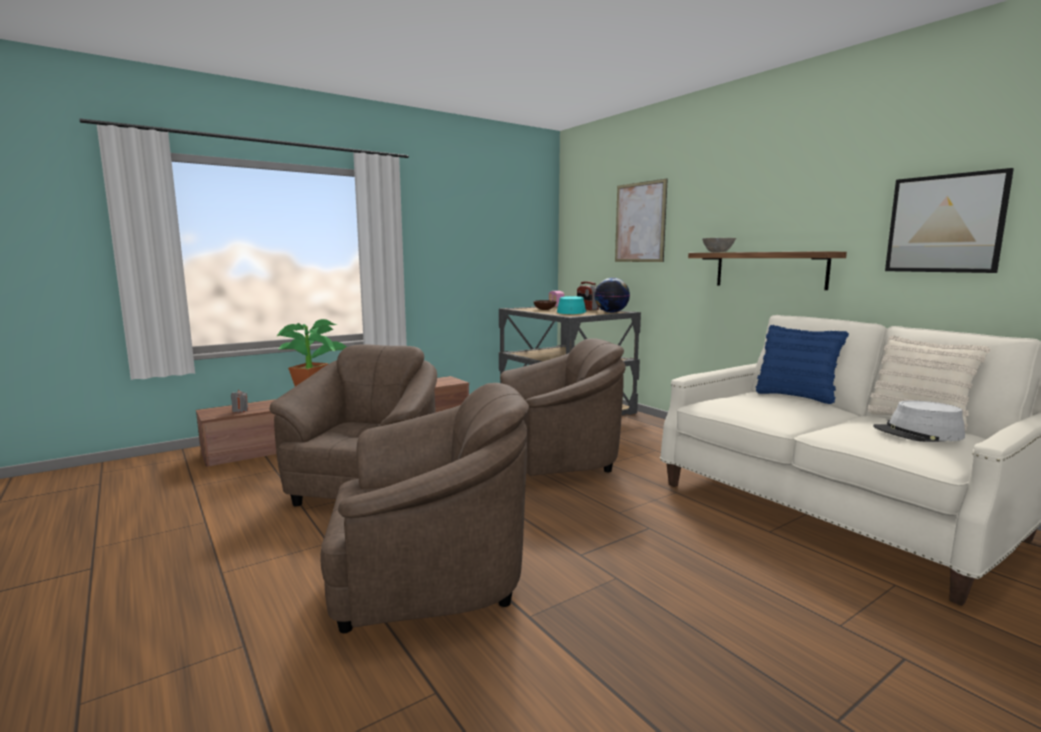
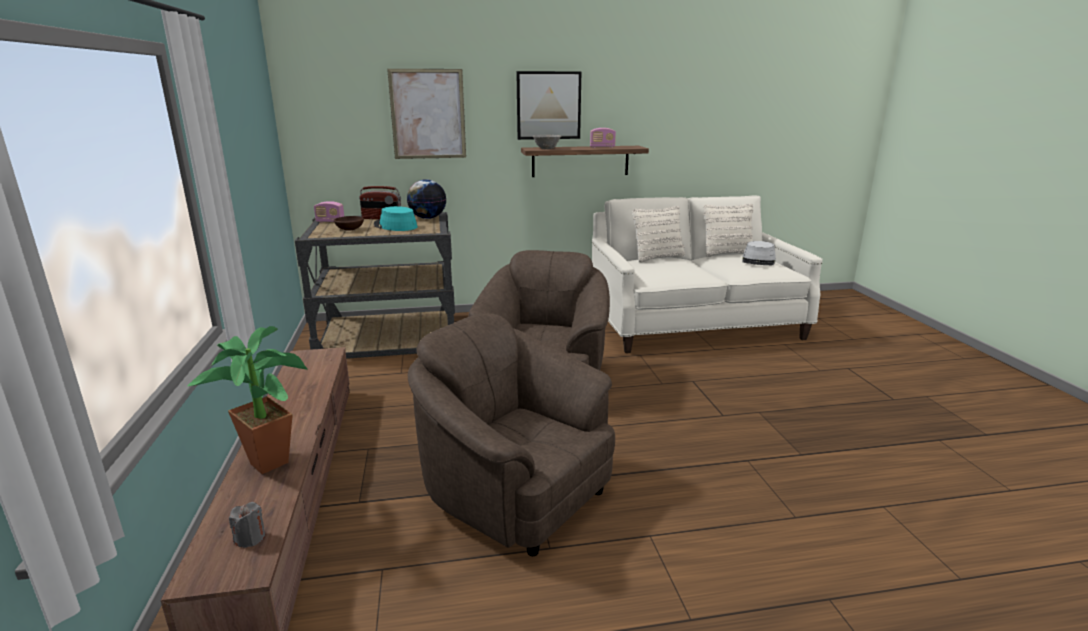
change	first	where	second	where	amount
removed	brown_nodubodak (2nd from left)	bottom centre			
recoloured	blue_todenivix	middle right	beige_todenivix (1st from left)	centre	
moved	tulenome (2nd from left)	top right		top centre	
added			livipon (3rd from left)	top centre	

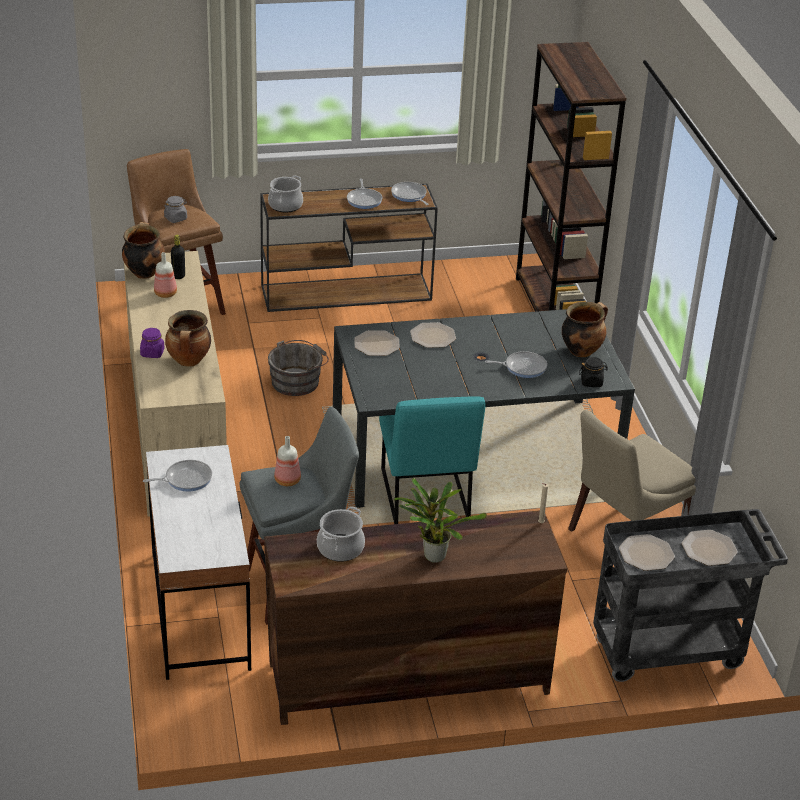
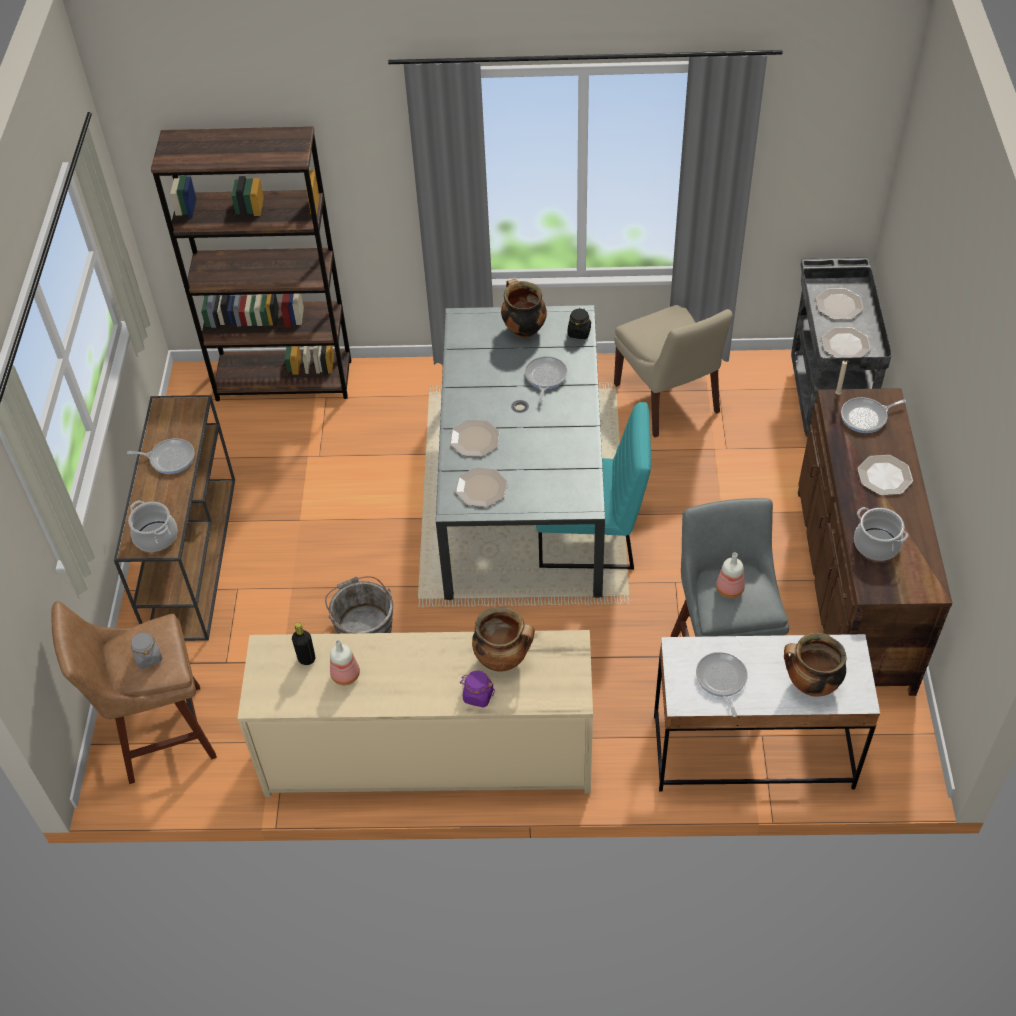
change	first	where	second	where	amount
moved	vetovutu (1st from left in the first image)	top left	vetovutu (4th from left)	middle right	
moved	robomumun (3rd from left in the first image)	top centre	robomumun (4th from left)	middle right	
replaced	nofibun	centre	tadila (5th from left)	middle right	

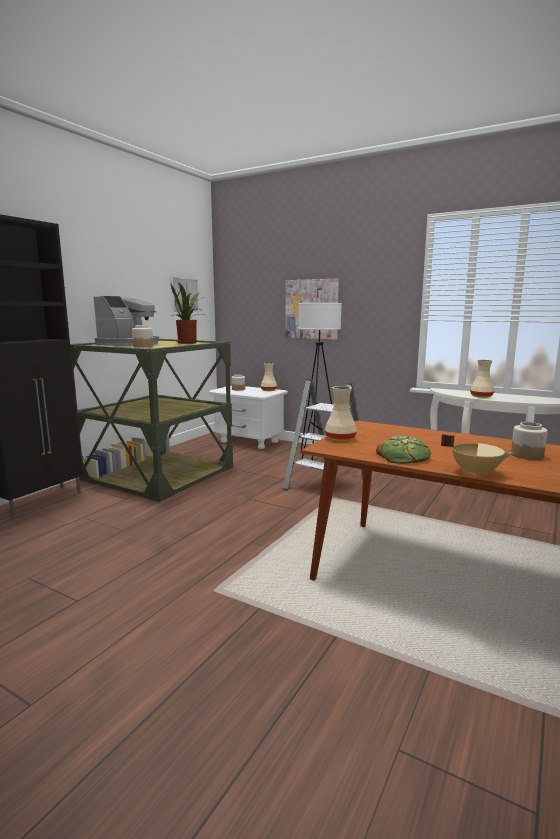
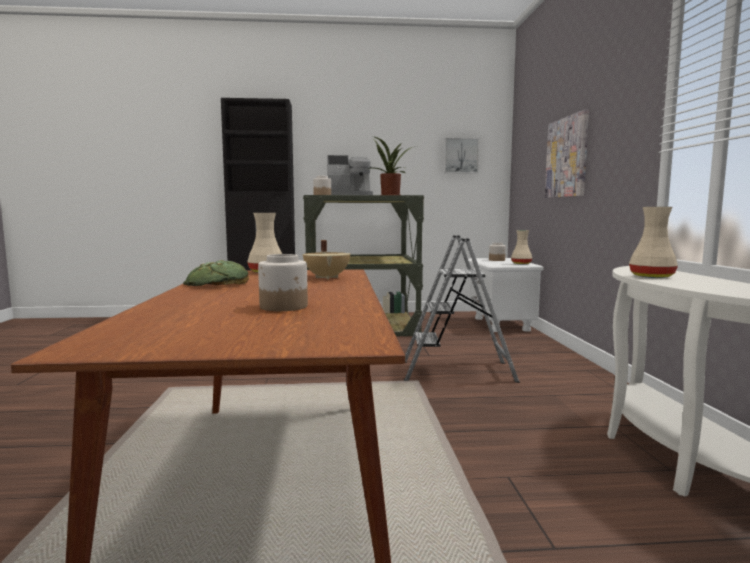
change	first	where	second	where	amount
removed	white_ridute	centre			
moved	beige_vetovutu	middle right		centre	

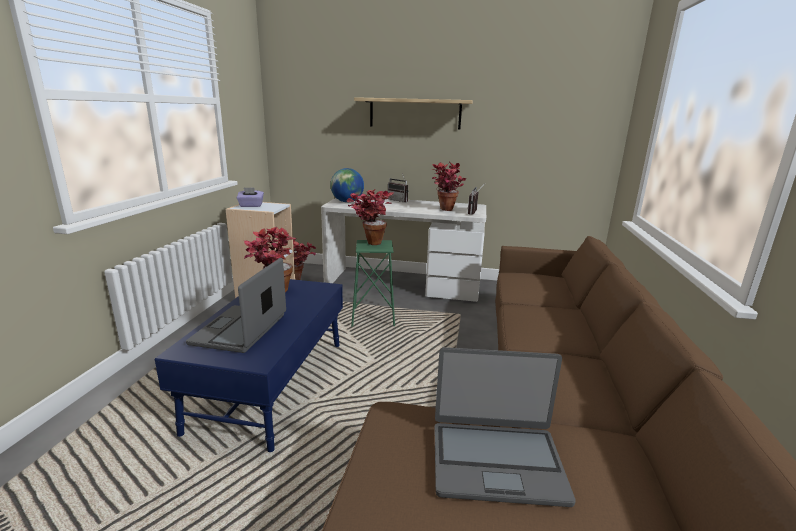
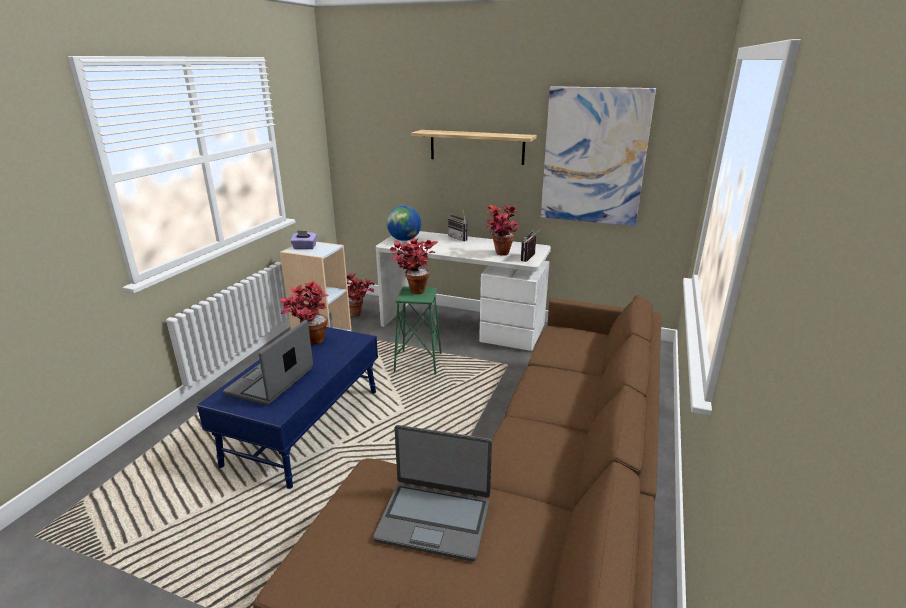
change	first	where	second	where	amount
added			tulenome	top centre	

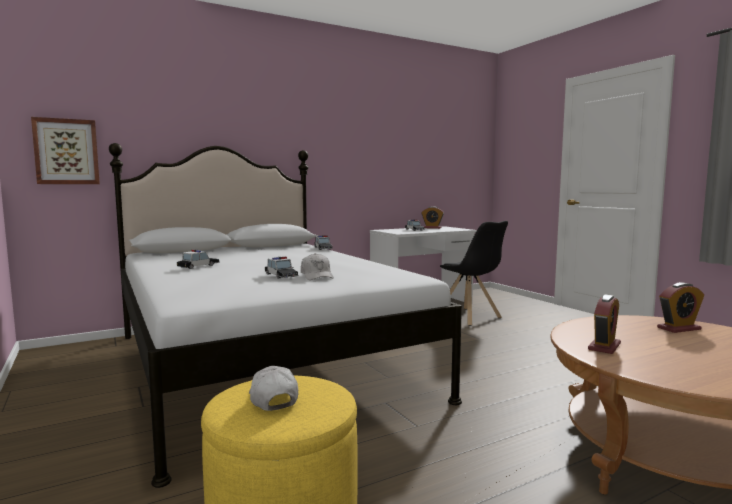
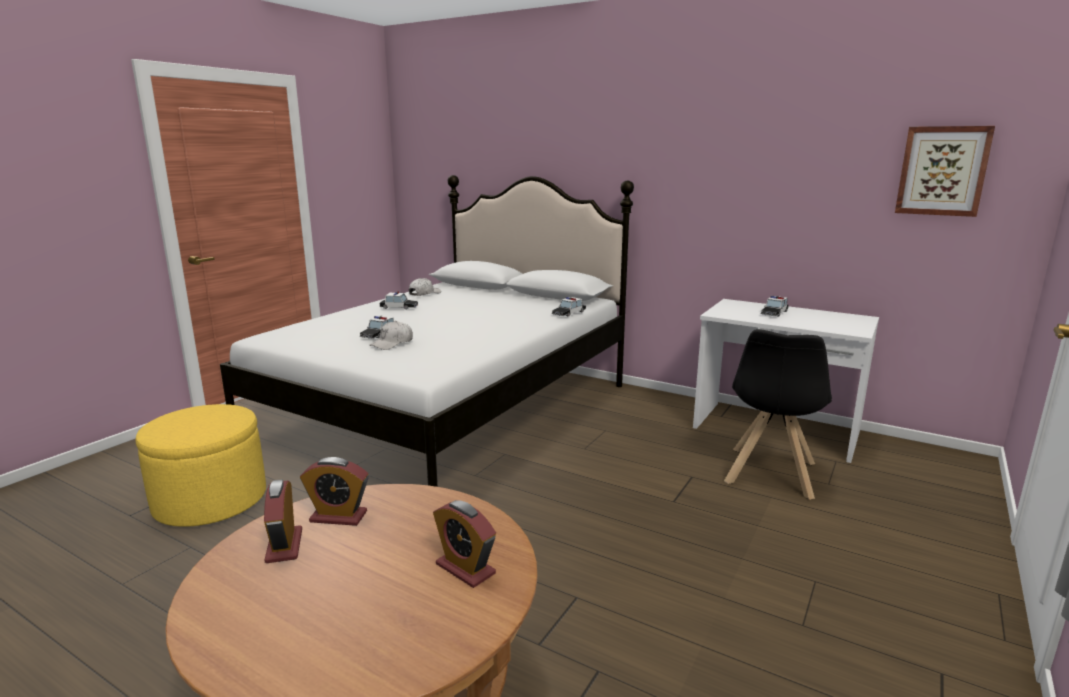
change	first	where	second	where	amount
moved	tulenome	top left		top right	
moved	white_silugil (1st from left in the first image)	bottom centre	white_silugil (2nd from left)	centre	
moved	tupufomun (1st from left)	centre		bottom left	

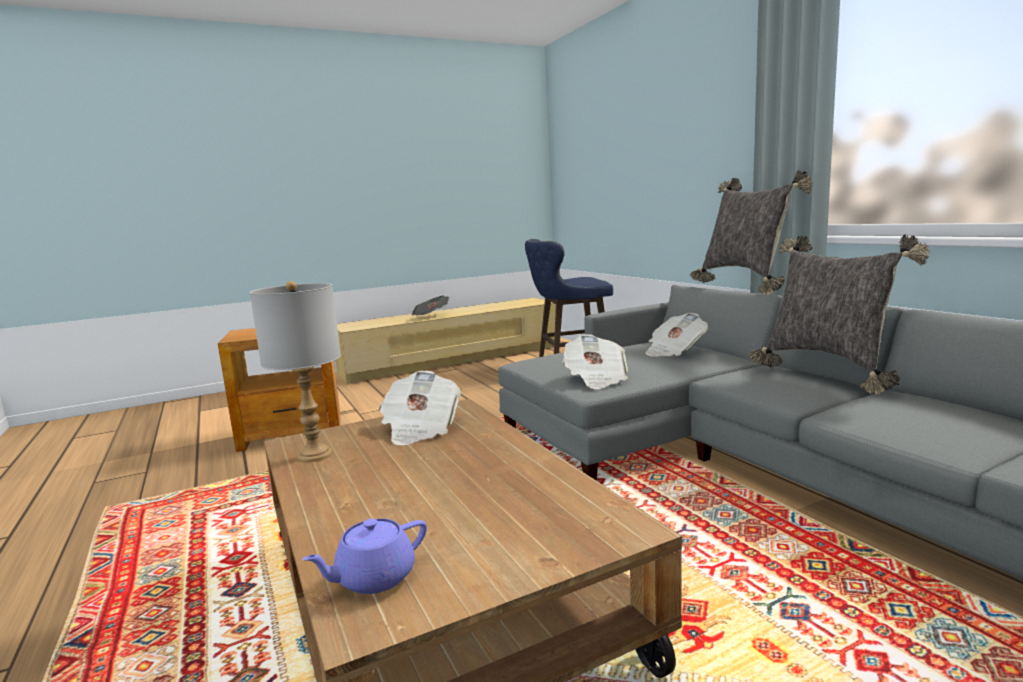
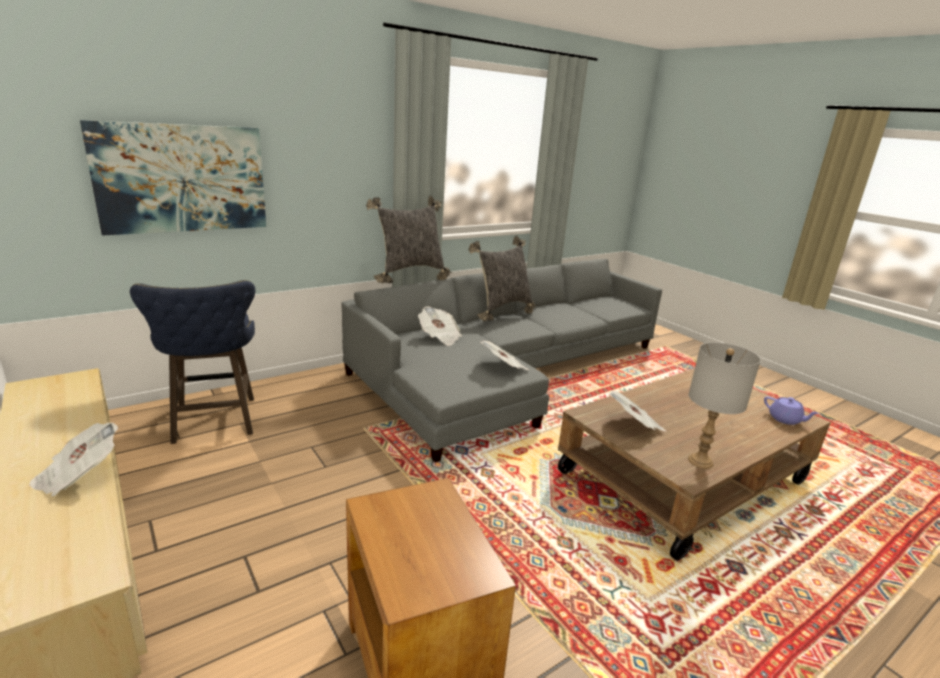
change	first	where	second	where	amount
added			tulenome	top left	

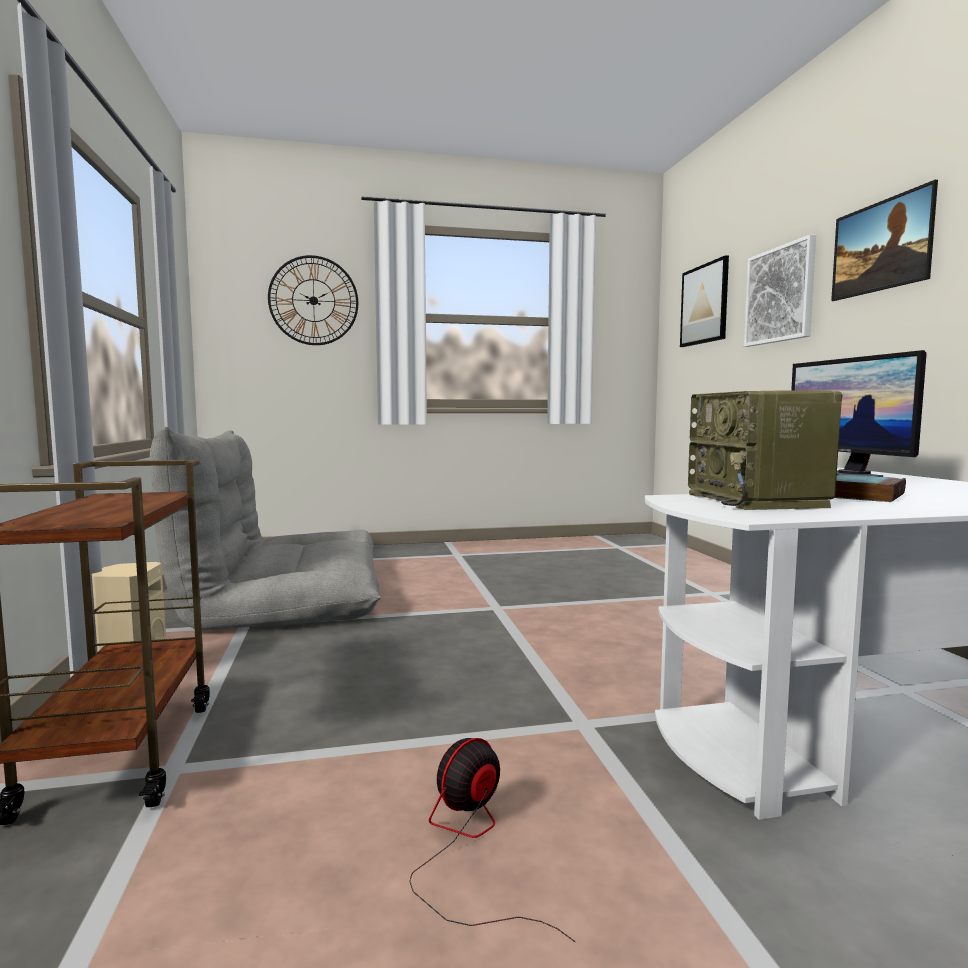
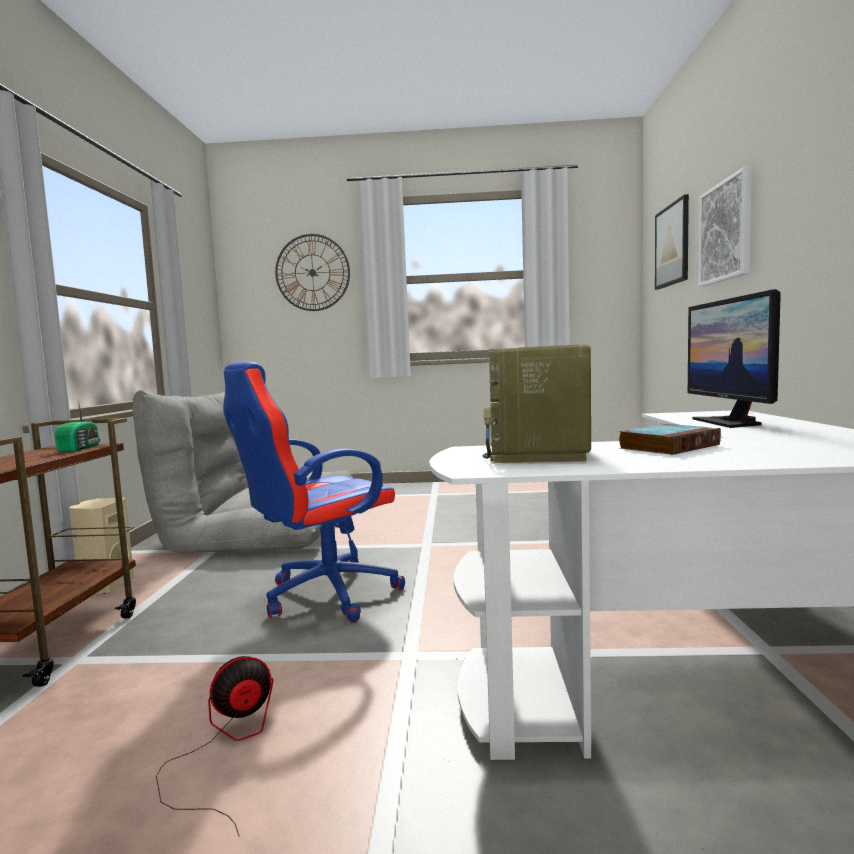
change	first	where	second	where	amount
removed	tulenome (3rd from left)	top right			
added			livipon (1st from left)	middle left	
added			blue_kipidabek	centre	

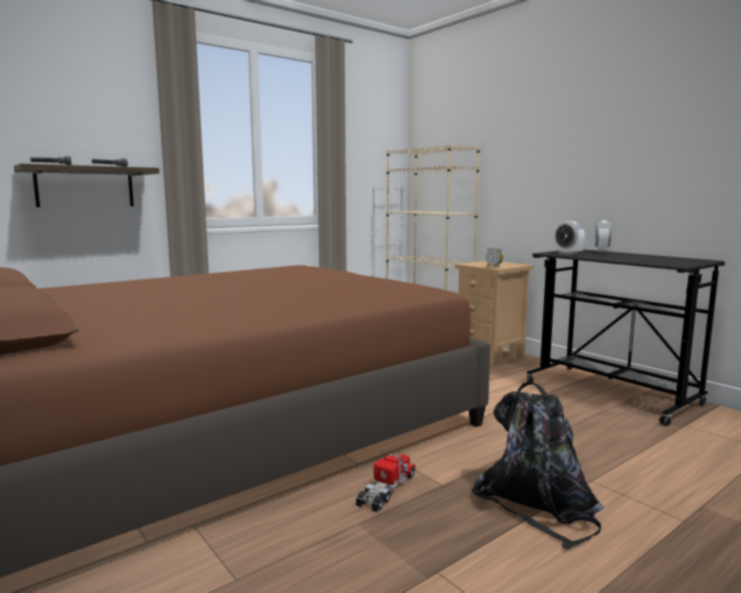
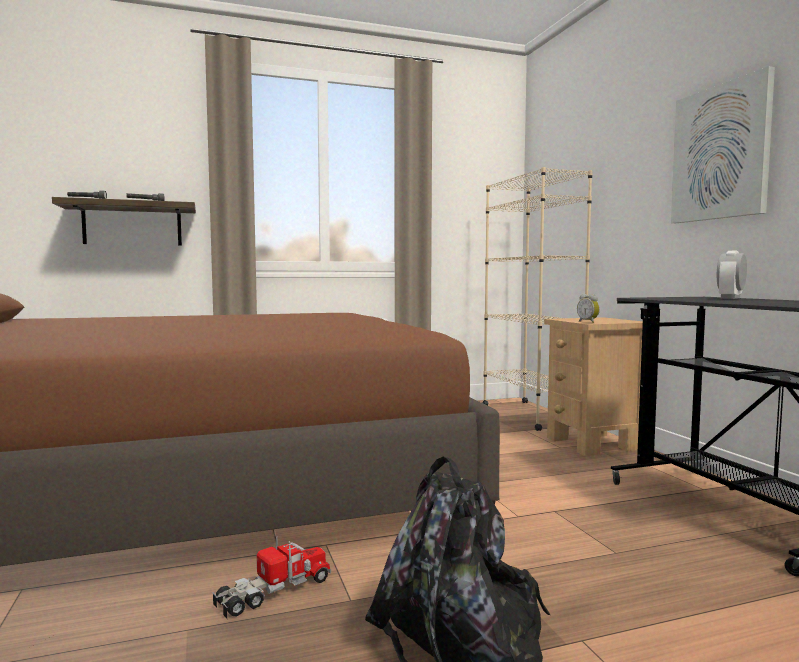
change	first	where	second	where	amount
removed	tupufomun (2nd from left)	middle right			
added			tulenome	top right	

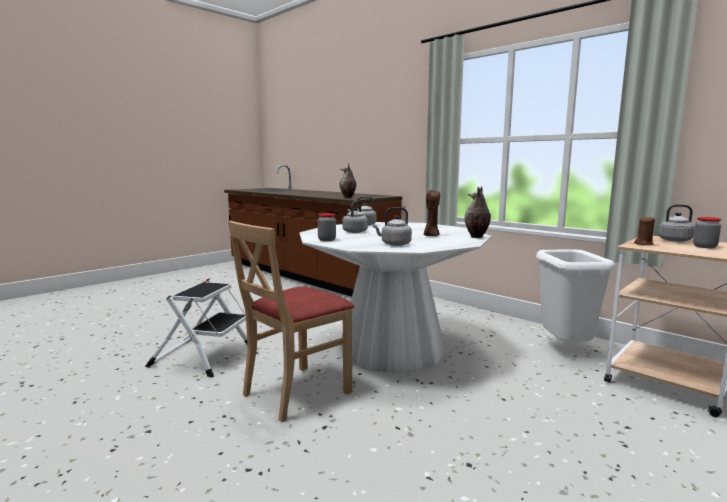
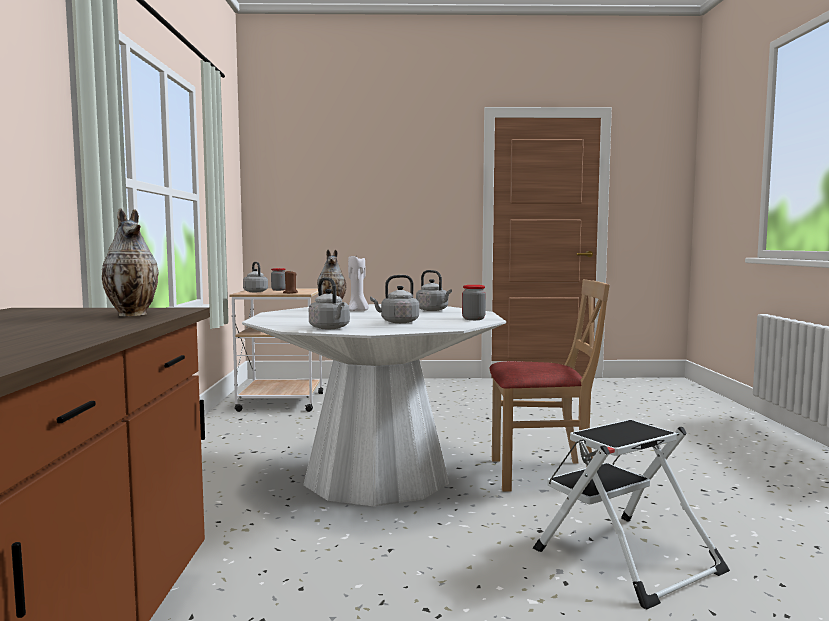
change	first	where	second	where	amount
recoloured	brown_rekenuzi (1st from left)	centre	white_rekenuzi	centre	
removed	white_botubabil	middle right			

